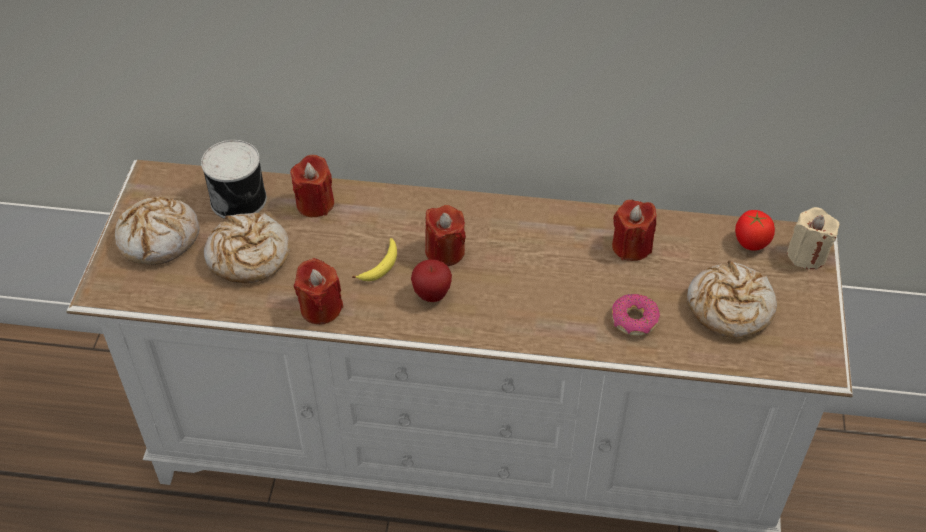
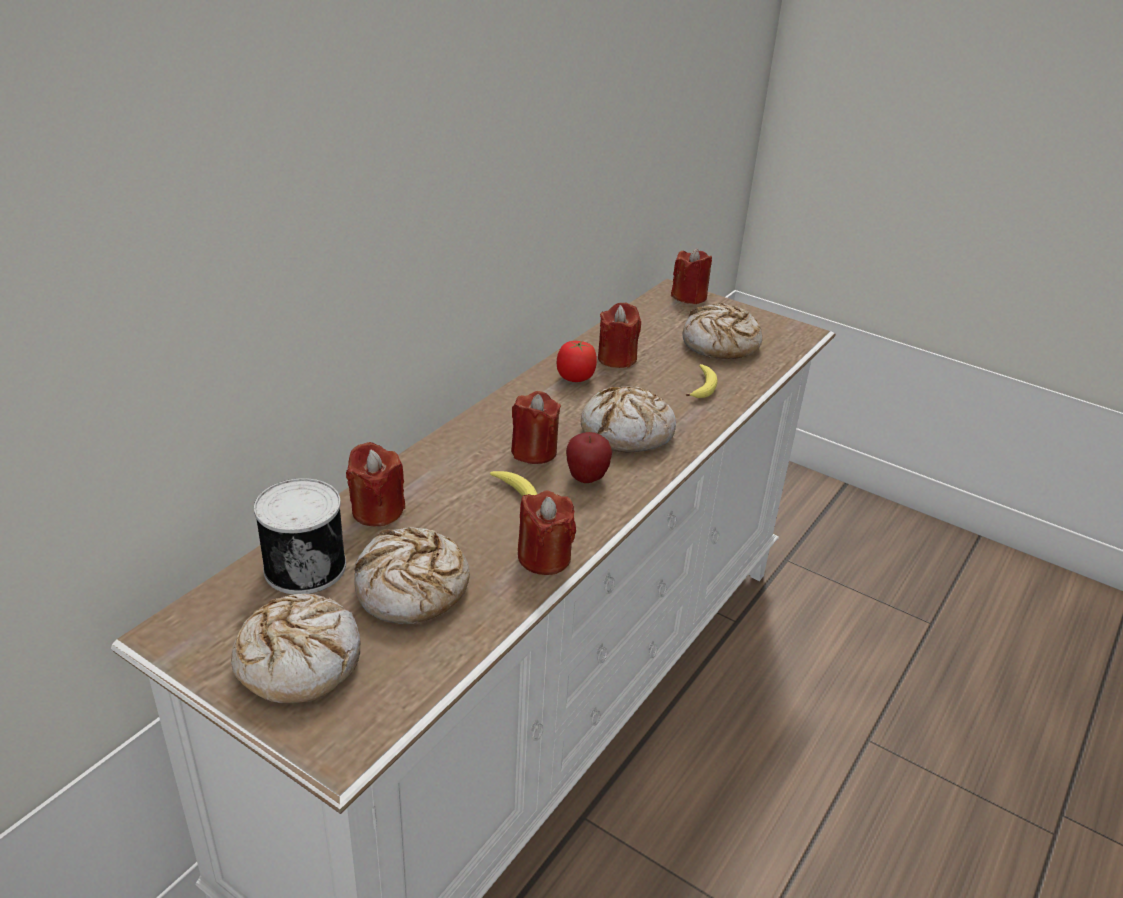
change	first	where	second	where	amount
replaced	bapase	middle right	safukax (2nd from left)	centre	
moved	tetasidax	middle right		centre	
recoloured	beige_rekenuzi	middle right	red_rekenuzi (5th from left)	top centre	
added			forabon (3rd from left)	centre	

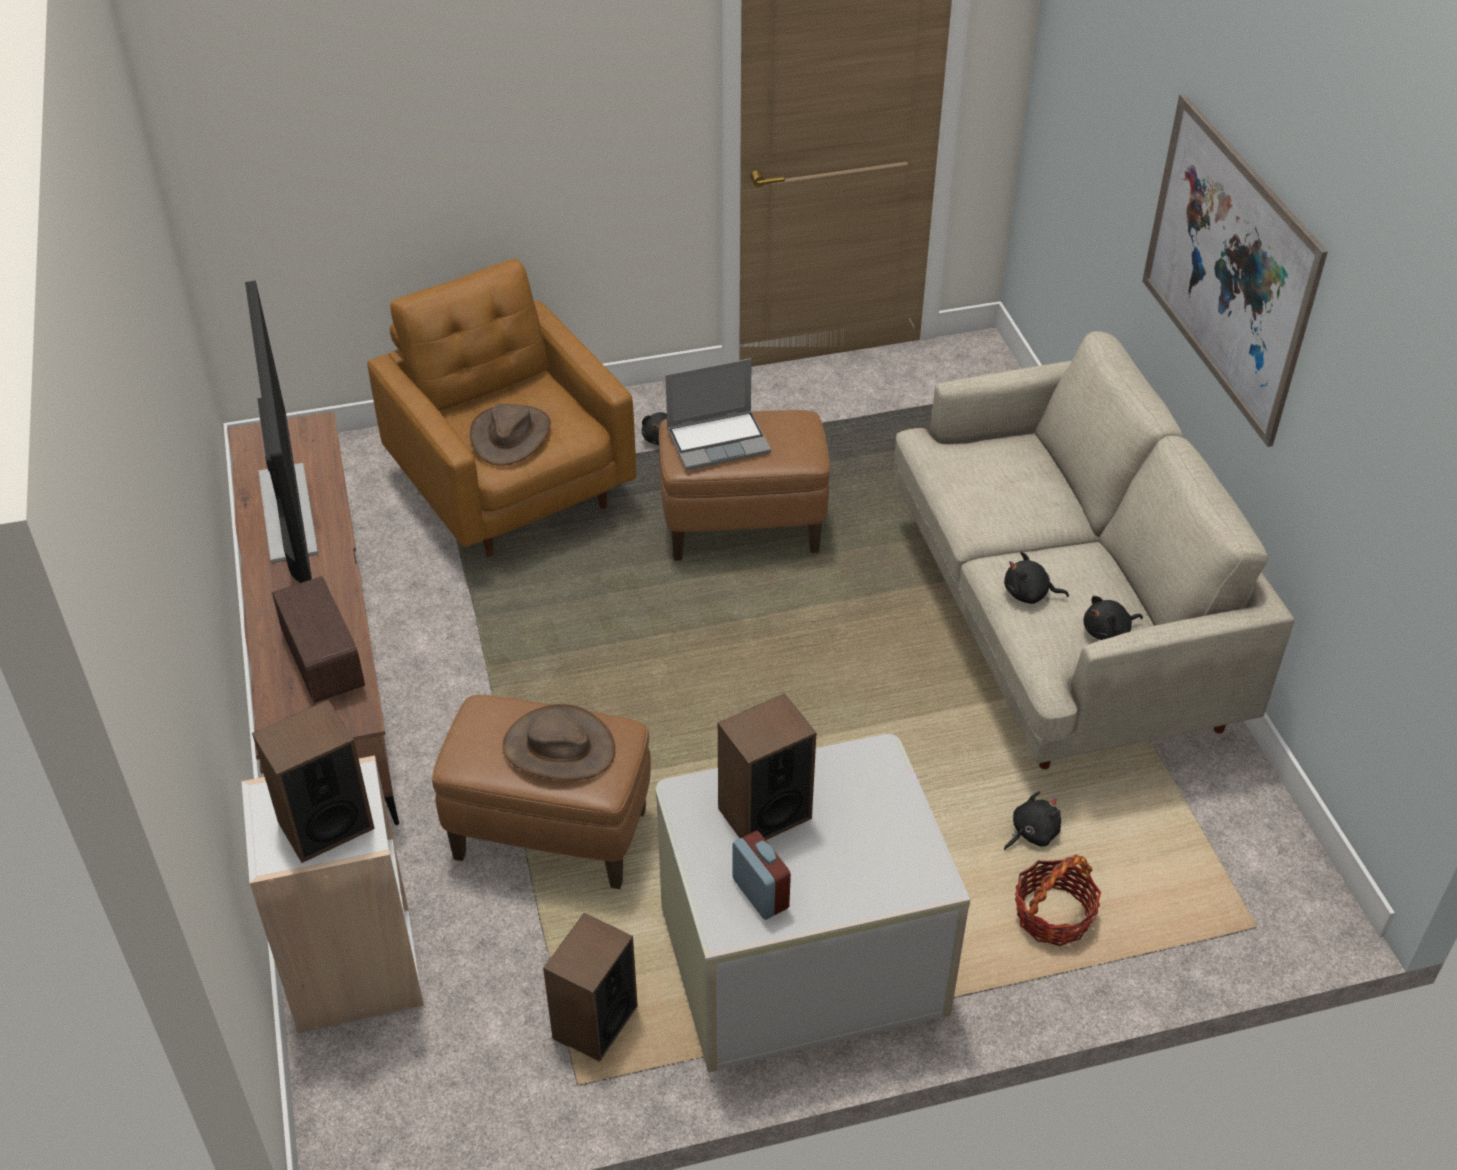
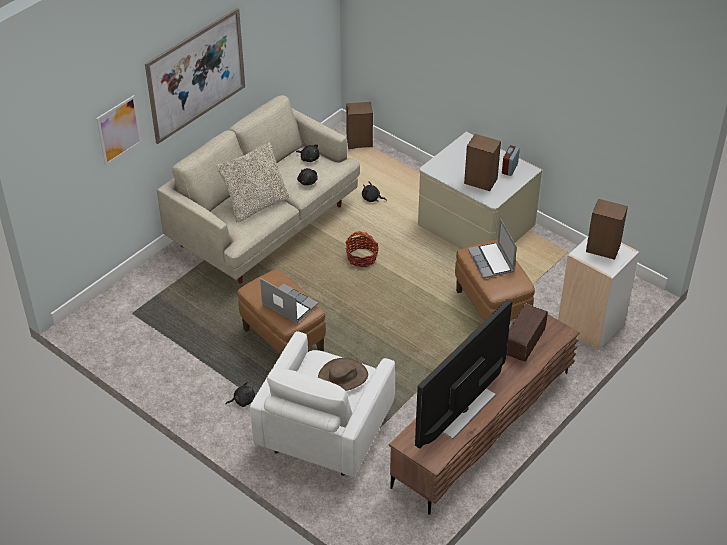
change	first	where	second	where	amount
recoloured	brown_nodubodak	centre	white_nodubodak	bottom centre	
replaced	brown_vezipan (2nd from left)	centre	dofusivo (2nd from left)	middle right	
moved	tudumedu (2nd from left in the first image)	bottom centre	tudumedu (1st from left)	top centre	
moved	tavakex	bottom right		centre	
added			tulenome (1st from left)	top left	
added			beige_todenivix	centre	

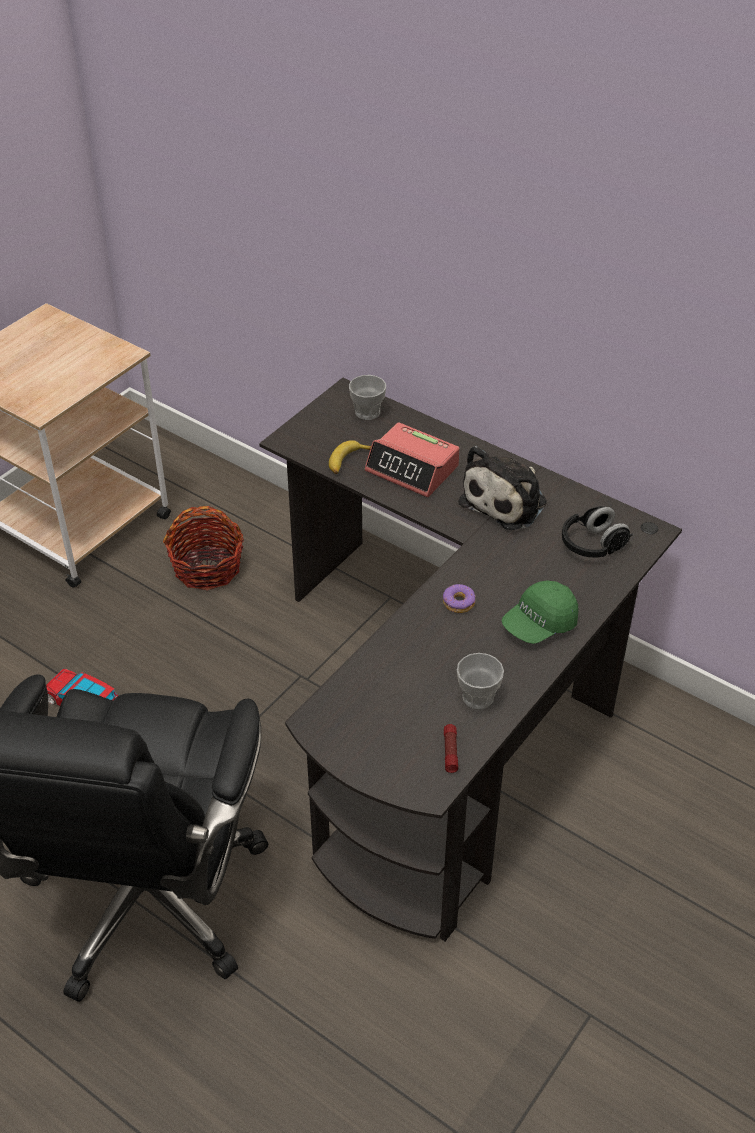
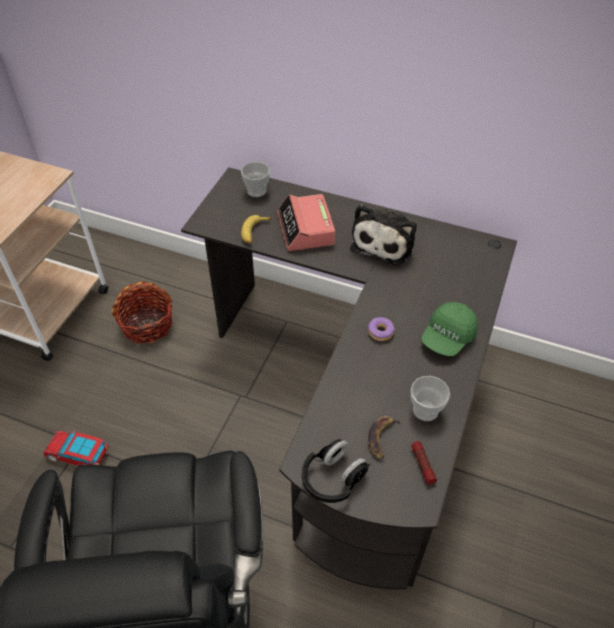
change	first	where	second	where	amount
turned	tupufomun	centre		centre	60 degrees clockwise
moved	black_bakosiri	middle right		bottom centre	
added			safukax (2nd from left)	bottom centre	

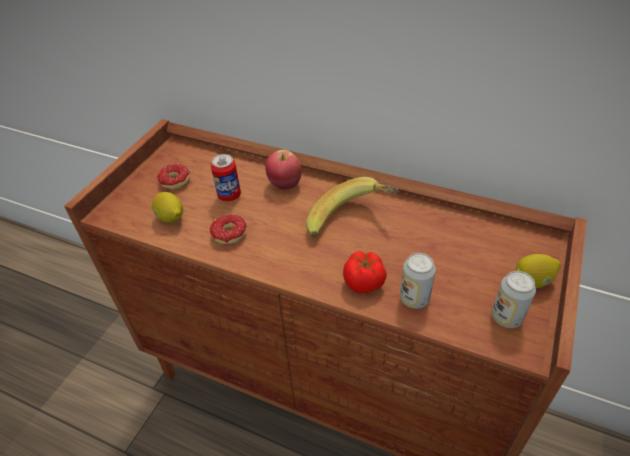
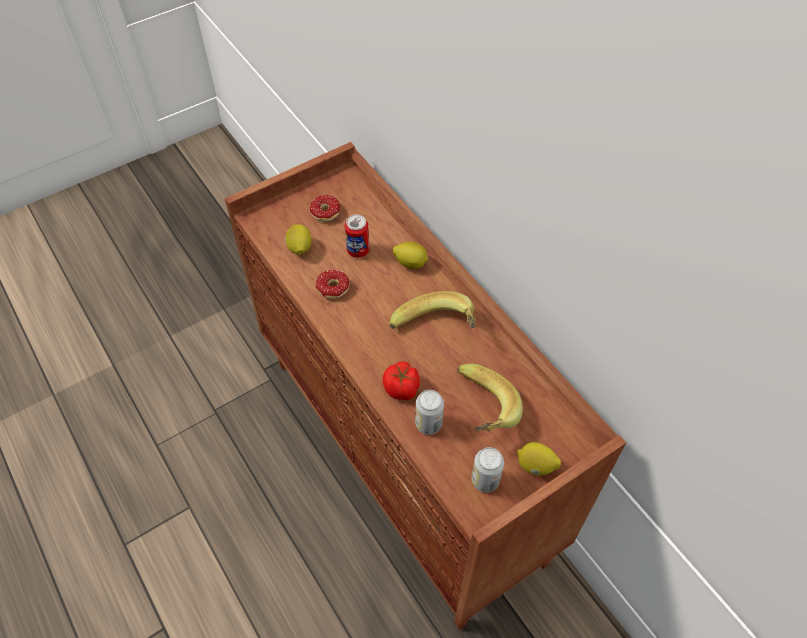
change	first	where	second	where	amount
replaced	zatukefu	centre	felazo (2nd from left)	centre	
added			safukax (2nd from left)	centre	

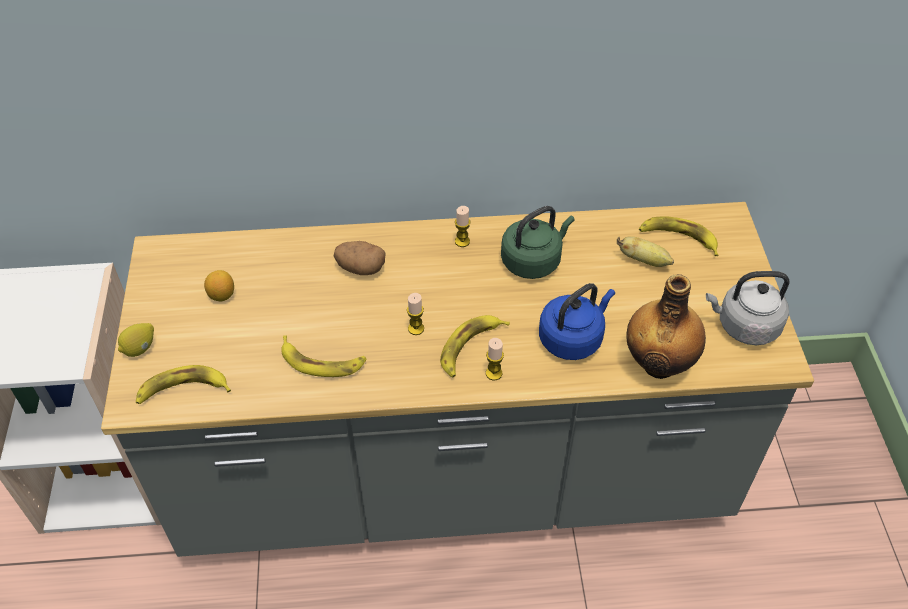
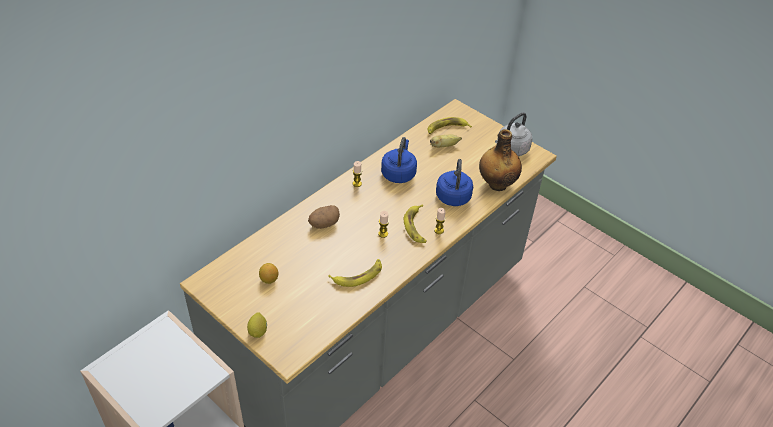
change	first	where	second	where	amount
removed	safukax (1st from left)	middle left			
recoloured	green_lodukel	centre	blue_lodukel (1st from left)	centre	

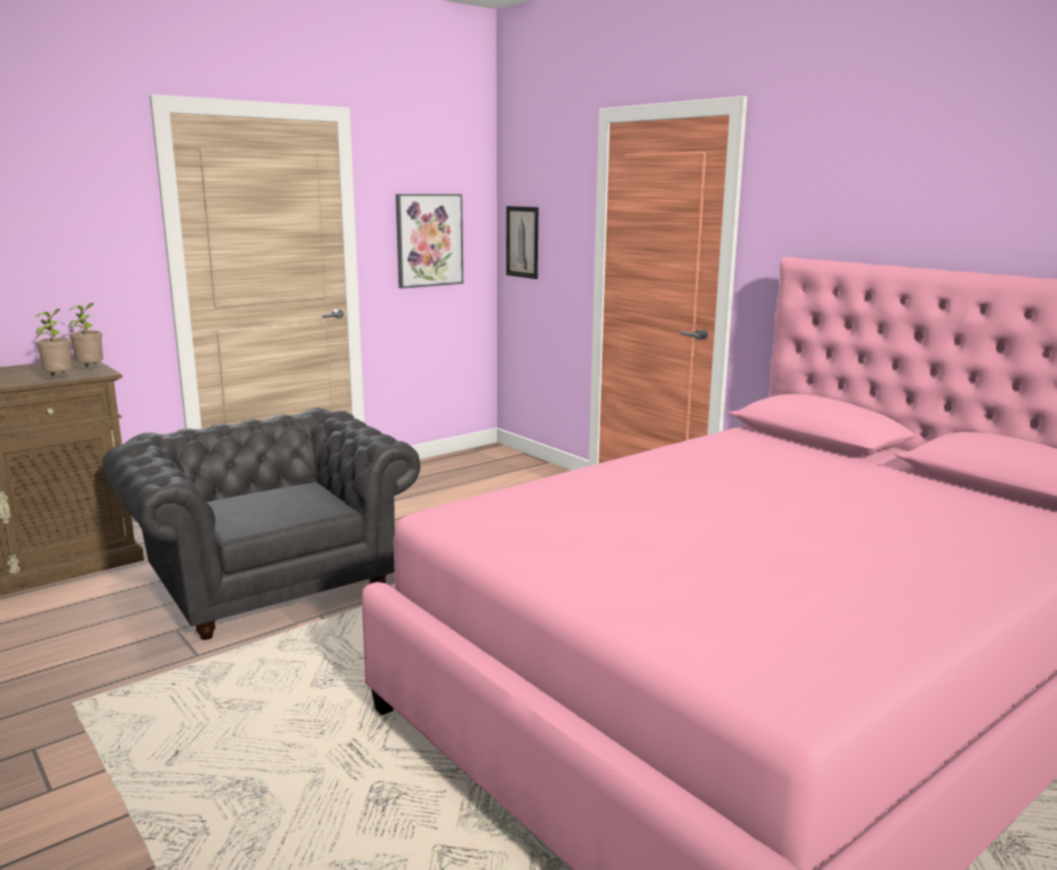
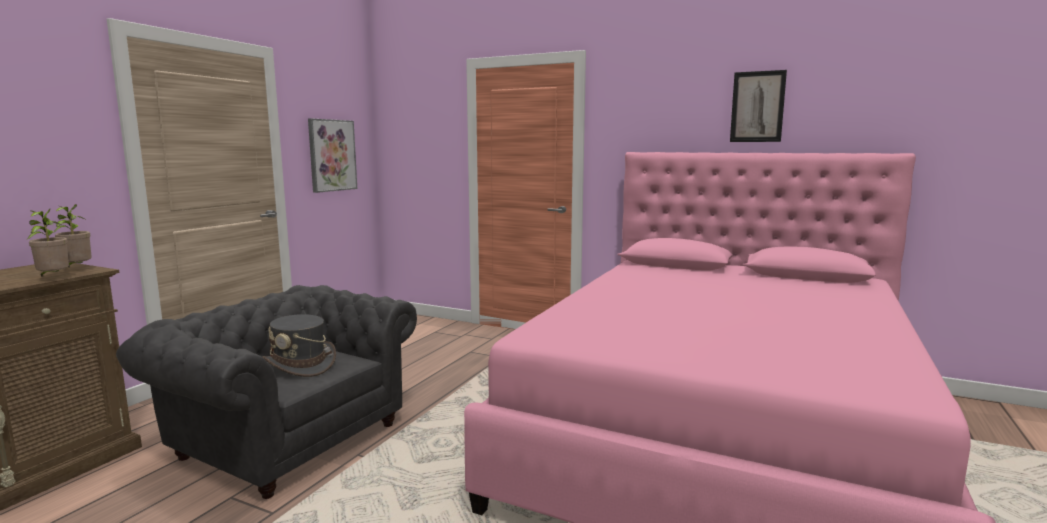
change	first	where	second	where	amount
moved	tulenome (2nd from left)	top centre		top right	
added			grey_vezipan	middle left	

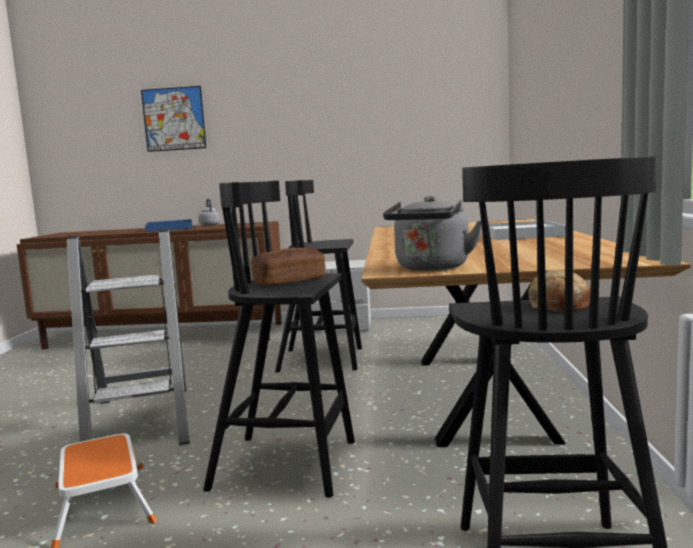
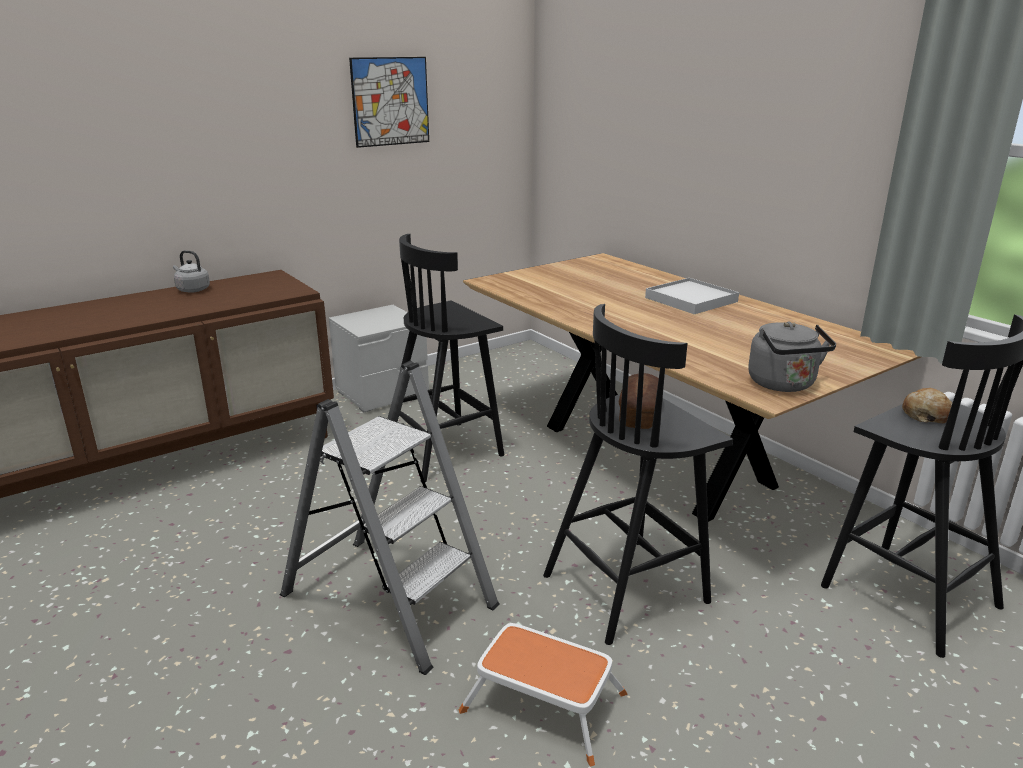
change	first	where	second	where	amount
moved	tulenome	top left		top centre	
removed	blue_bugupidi	middle left			

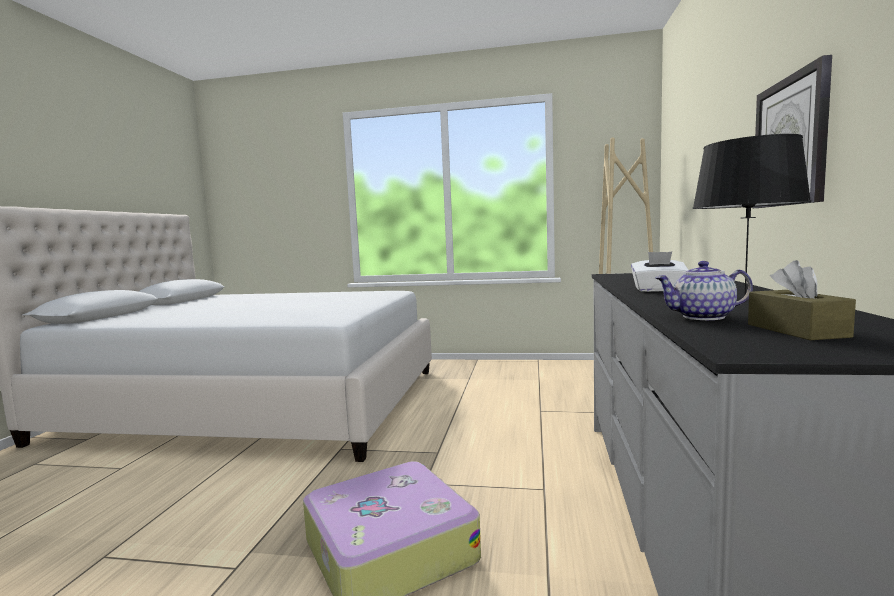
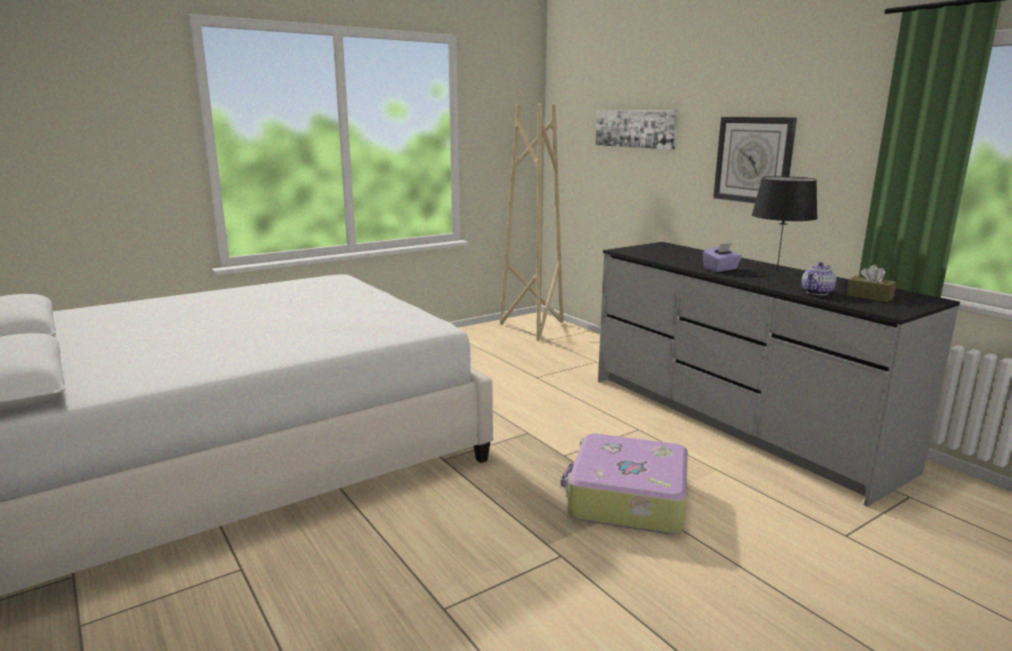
change	first	where	second	where	amount
recoloured	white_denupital	middle right	purple_denupital	middle right	
added			tulenome	top centre	

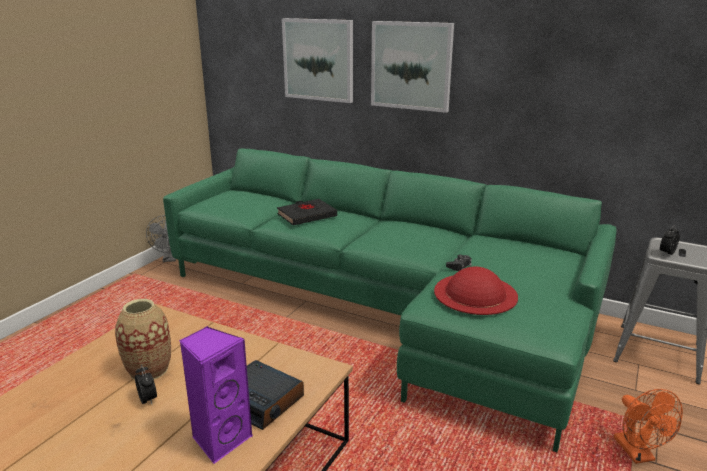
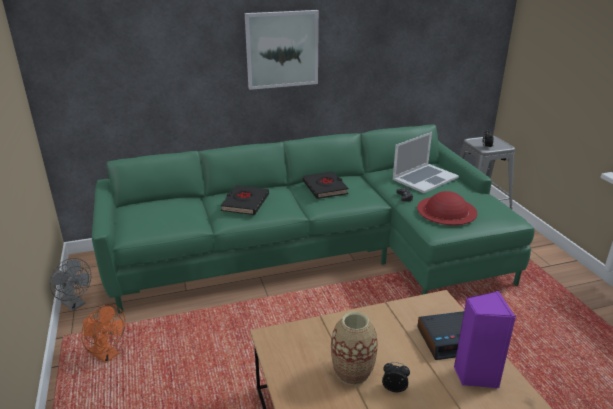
change	first	where	second	where	amount
removed	tulenome (1st from left)	top centre			
moved	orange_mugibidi	bottom right		bottom left	
added			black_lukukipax (2nd from left)	centre	
added			dofusivo	middle right	

